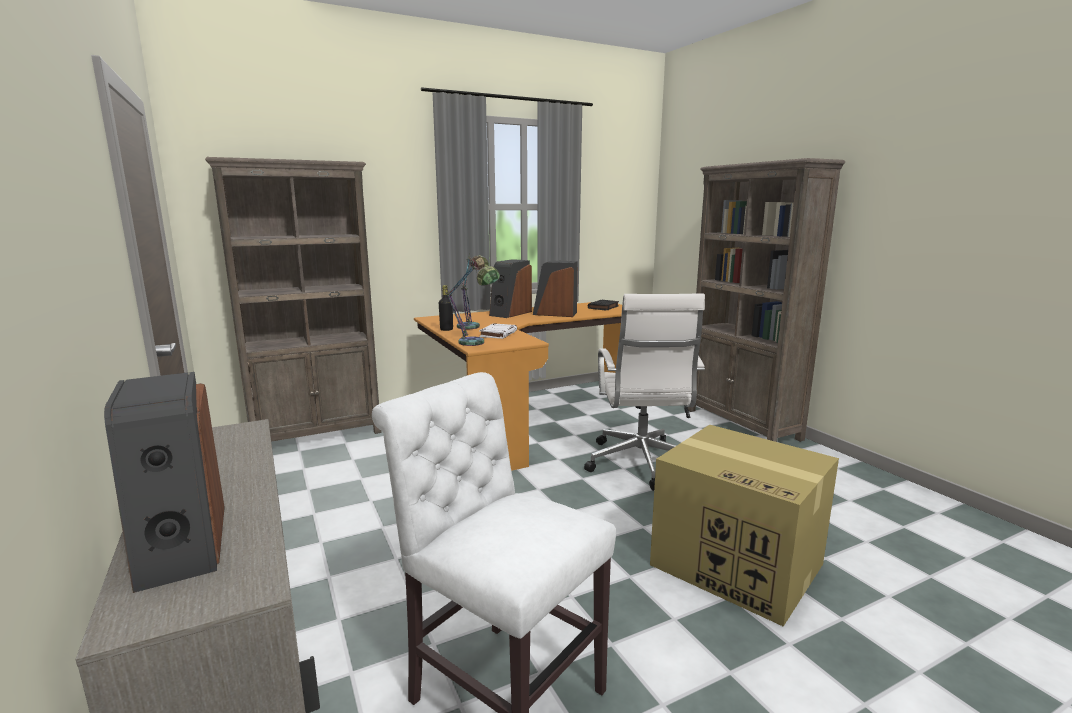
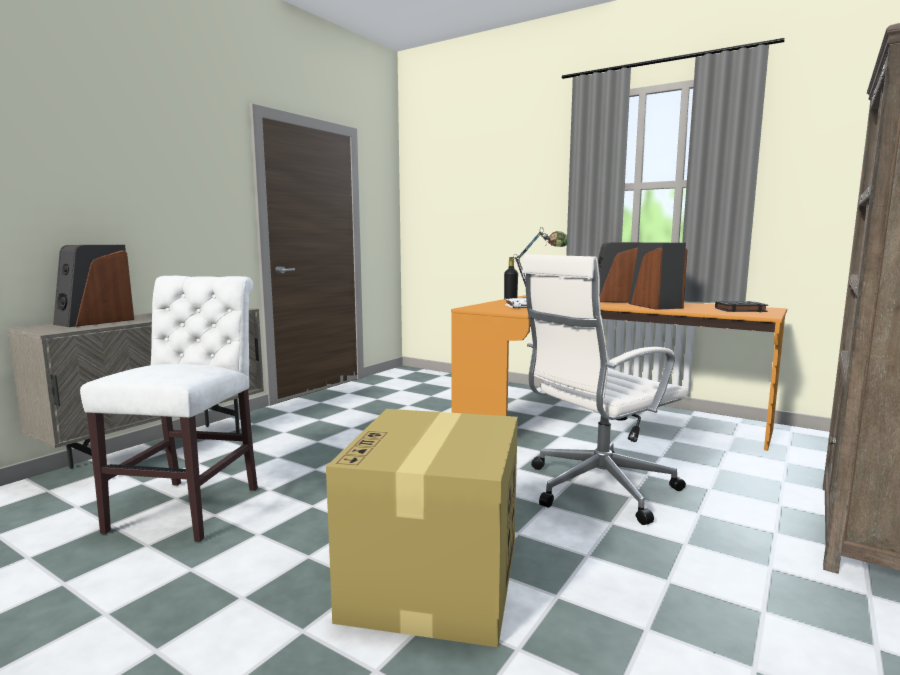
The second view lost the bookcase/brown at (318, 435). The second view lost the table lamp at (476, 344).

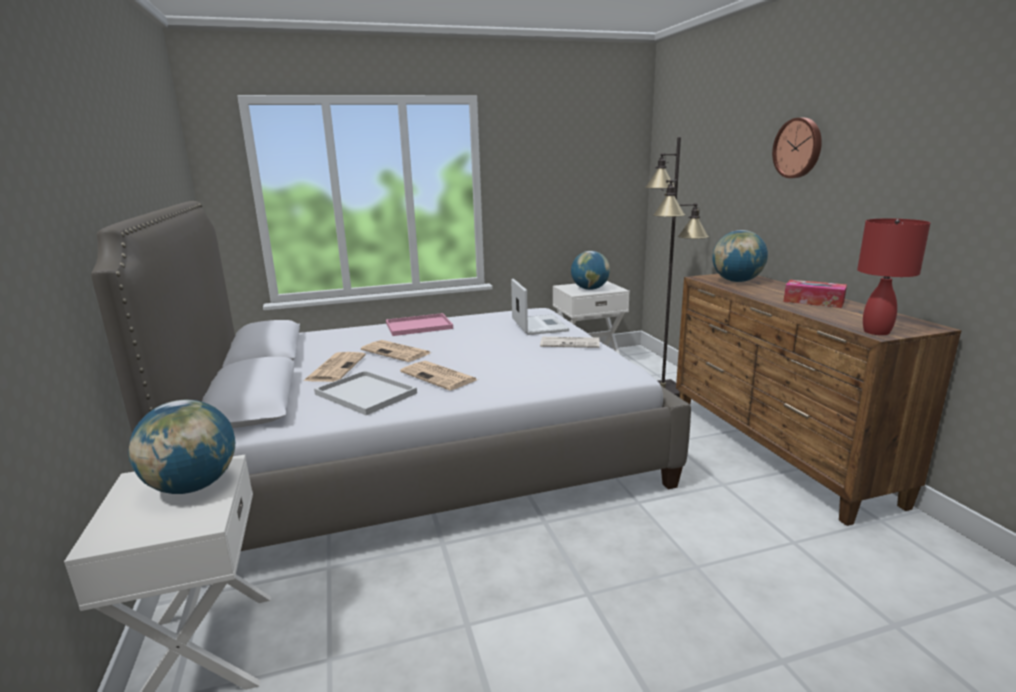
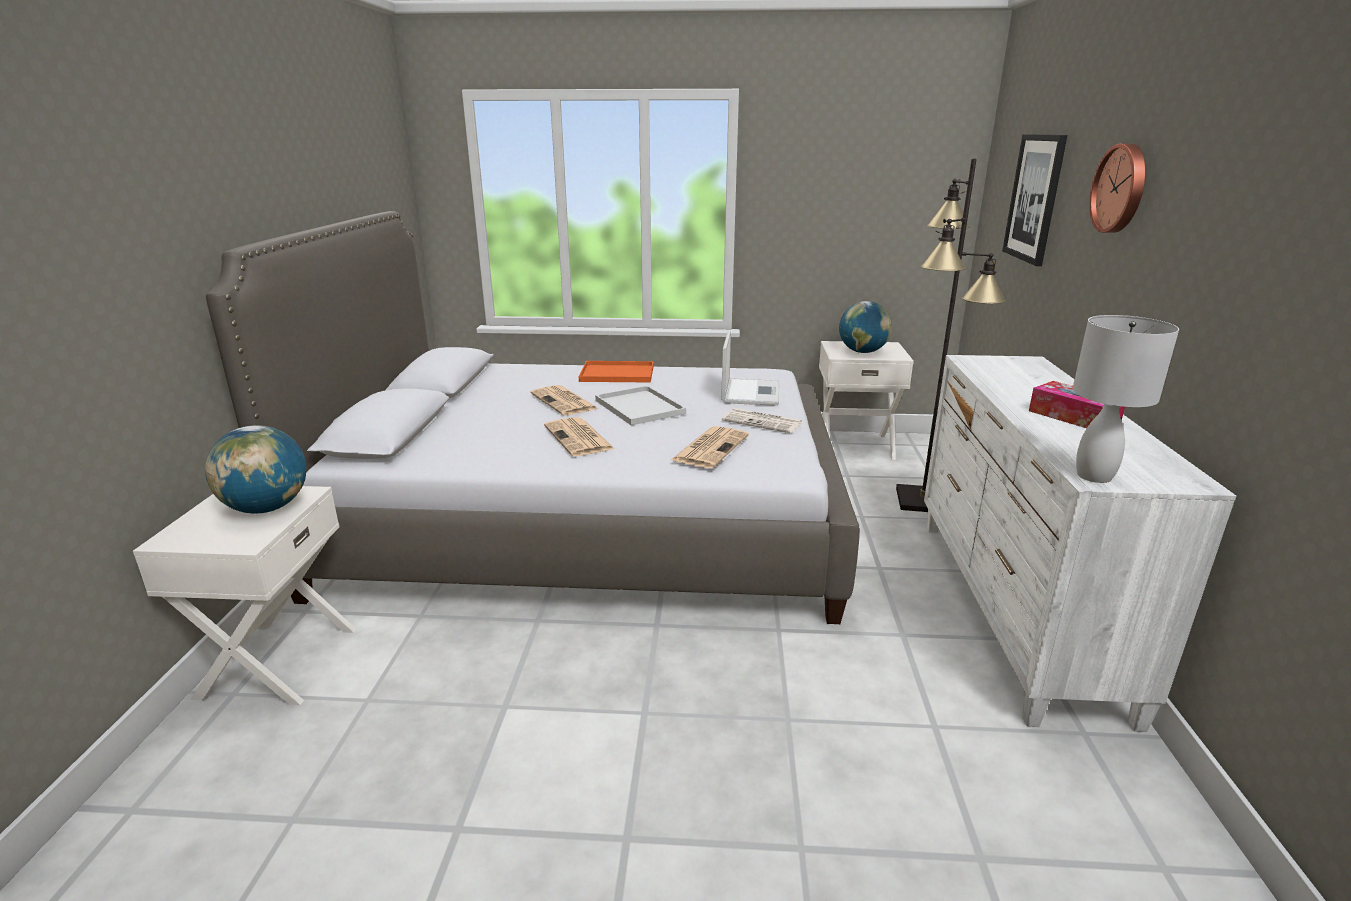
What was the tray/pink at (420, 325) turned into the tray/orange at (619, 373). The tray/white ended up elsewhere, having gone from (367, 394) to (641, 407). The newspaper ended up elsewhere, having gone from (335, 367) to (710, 447). What was the dresser/brown at (775, 451) turned into the dresser/white at (1012, 610). The second view gained the picture at (1034, 198). What was the table lamp/red at (875, 331) turned into the table lamp/white at (1093, 475). The second view lost the globe at (737, 281).

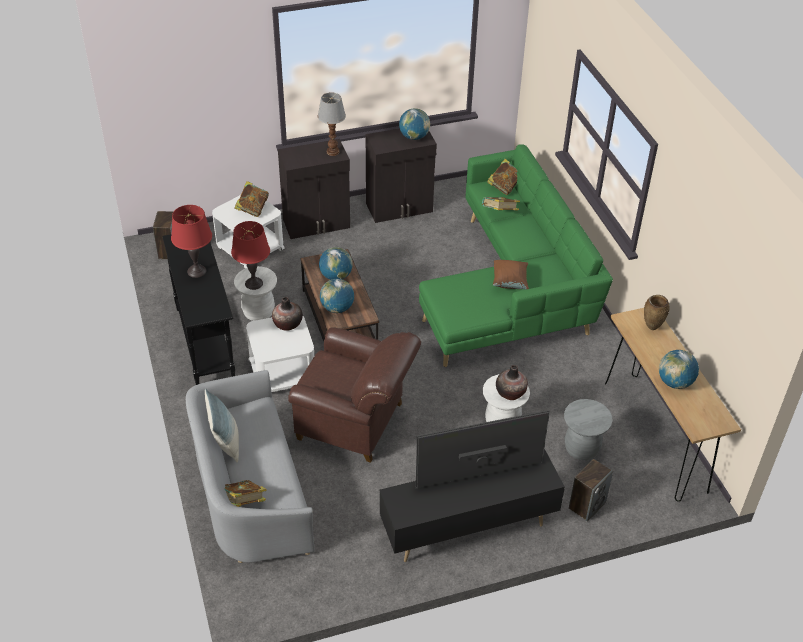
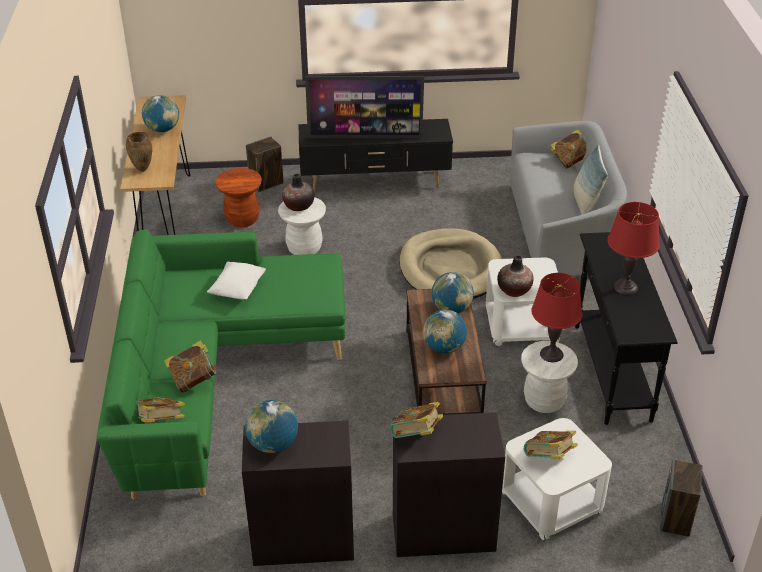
What was the pillow/brown at (509, 282) turned into the pillow/white at (238, 290). What was the stool/grey at (581, 448) turned into the stool/brown at (242, 219). Where the table lamp stood at (332, 152), the book came to stand at (416, 435). Where the armchair/brown stood at (355, 422), the dog bed/beige came to stand at (450, 269).

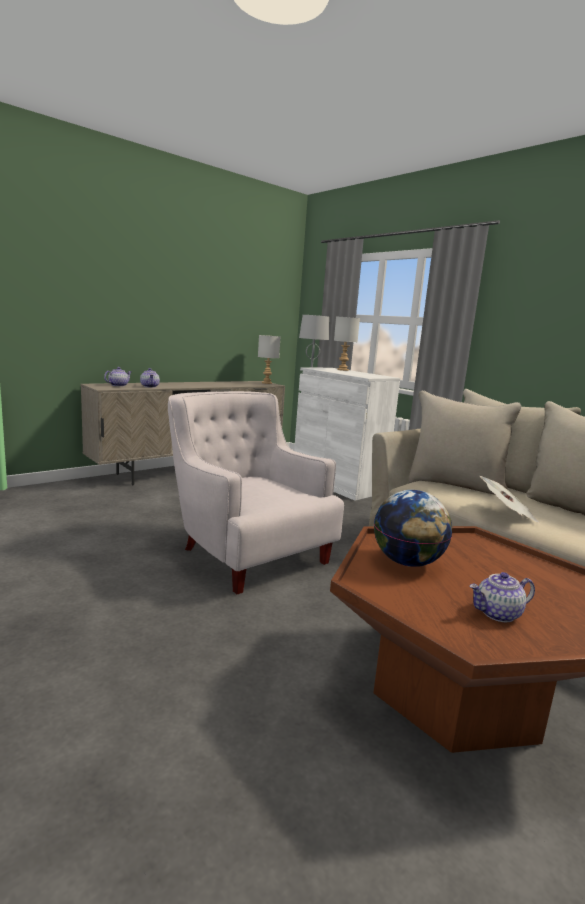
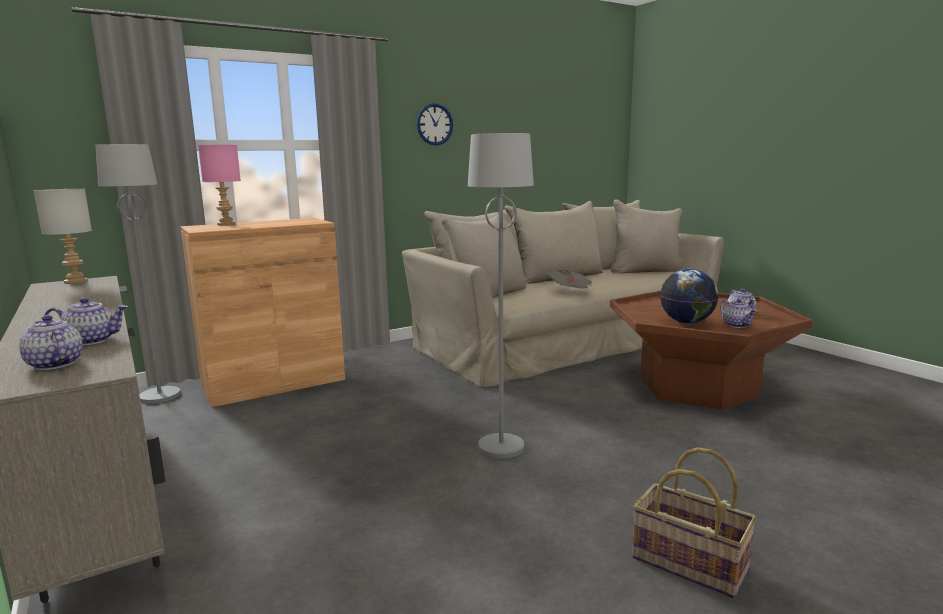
What was the cabinet/white at (337, 483) turned into the cabinet/brown at (274, 382). What was the table lamp/grey at (342, 370) turned into the table lamp/pink at (226, 224). The second view gained the wall clock at (434, 124). Where the armchair/white stood at (246, 551), the floor lamp/grey came to stand at (500, 447). The second view gained the basket at (688, 564). The second view gained the teapot at (737, 325).

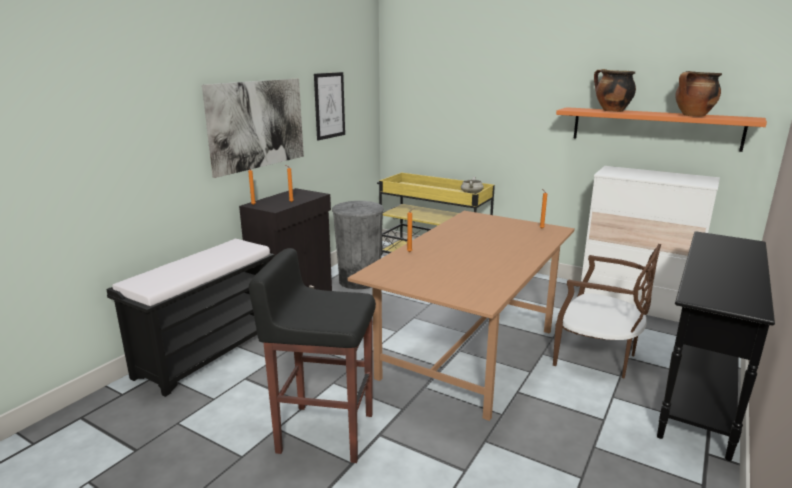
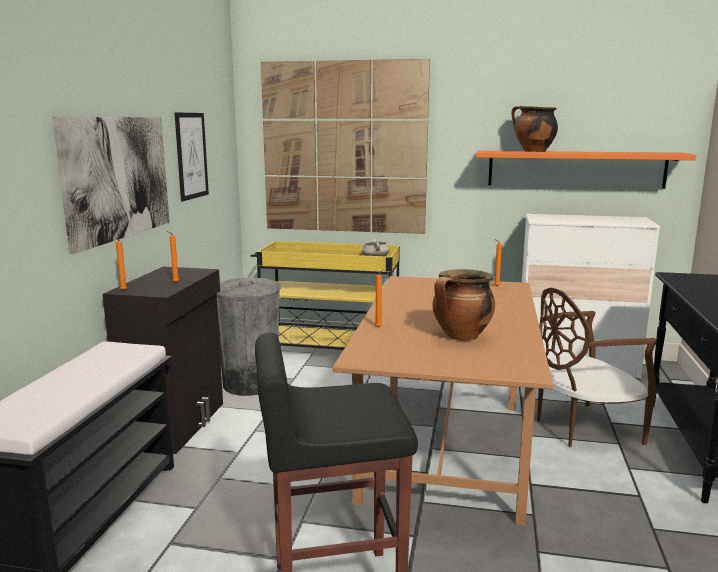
The second view gained the picture at (344, 148). The cooking pot ended up elsewhere, having gone from (693, 116) to (461, 337). The chair/brown at (597, 357) ended up facing another way, 150 degrees clockwise from before.

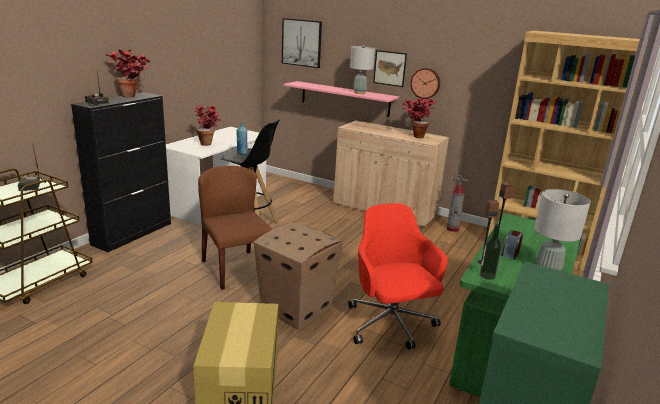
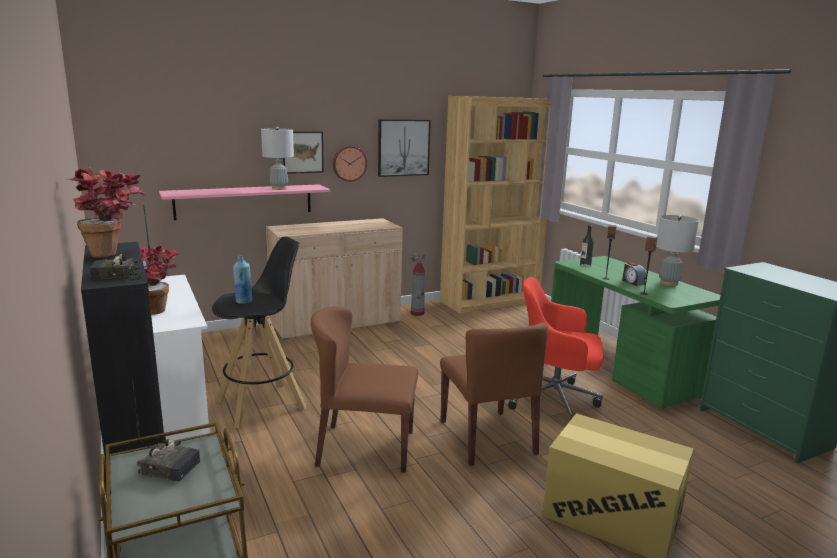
The picture ended up elsewhere, having gone from (302, 43) to (403, 147). Where the cardboard box stood at (295, 307), the chair/brown came to stand at (487, 437). The bottle ended up elsewhere, having gone from (487, 275) to (585, 265). The second view lost the potted plant at (415, 136).

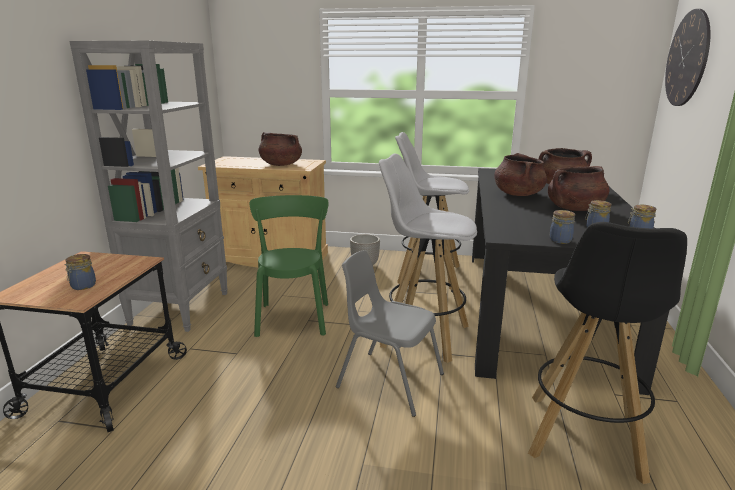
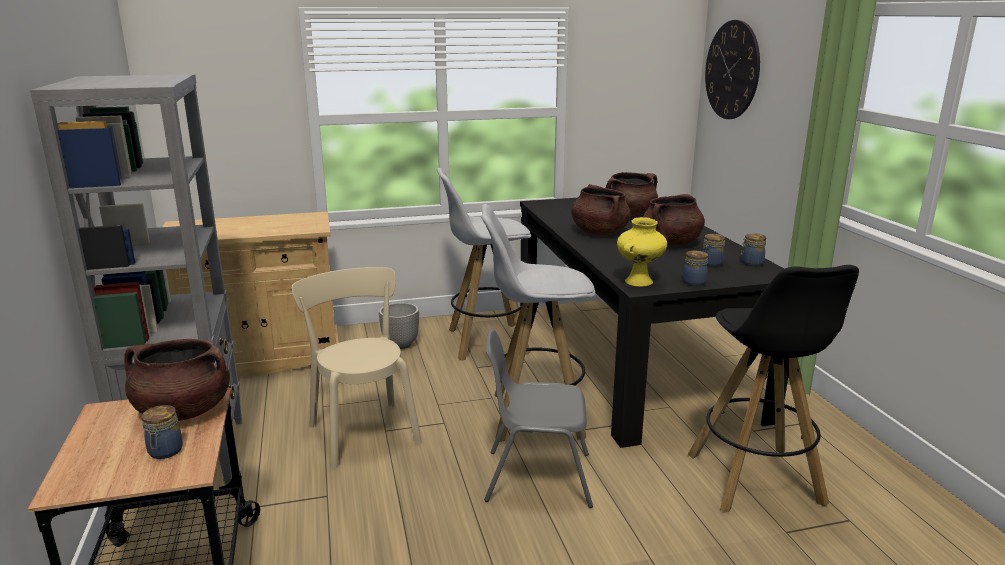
The cooking pot/brown ended up elsewhere, having gone from (280, 165) to (183, 411). What was the chair/green at (293, 317) turned into the chair/beige at (363, 431). The second view gained the vase/yellow at (639, 282).

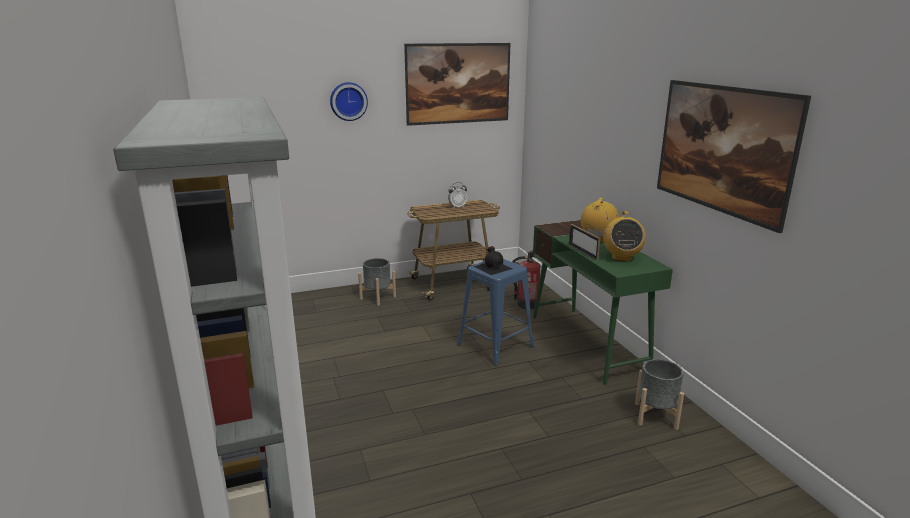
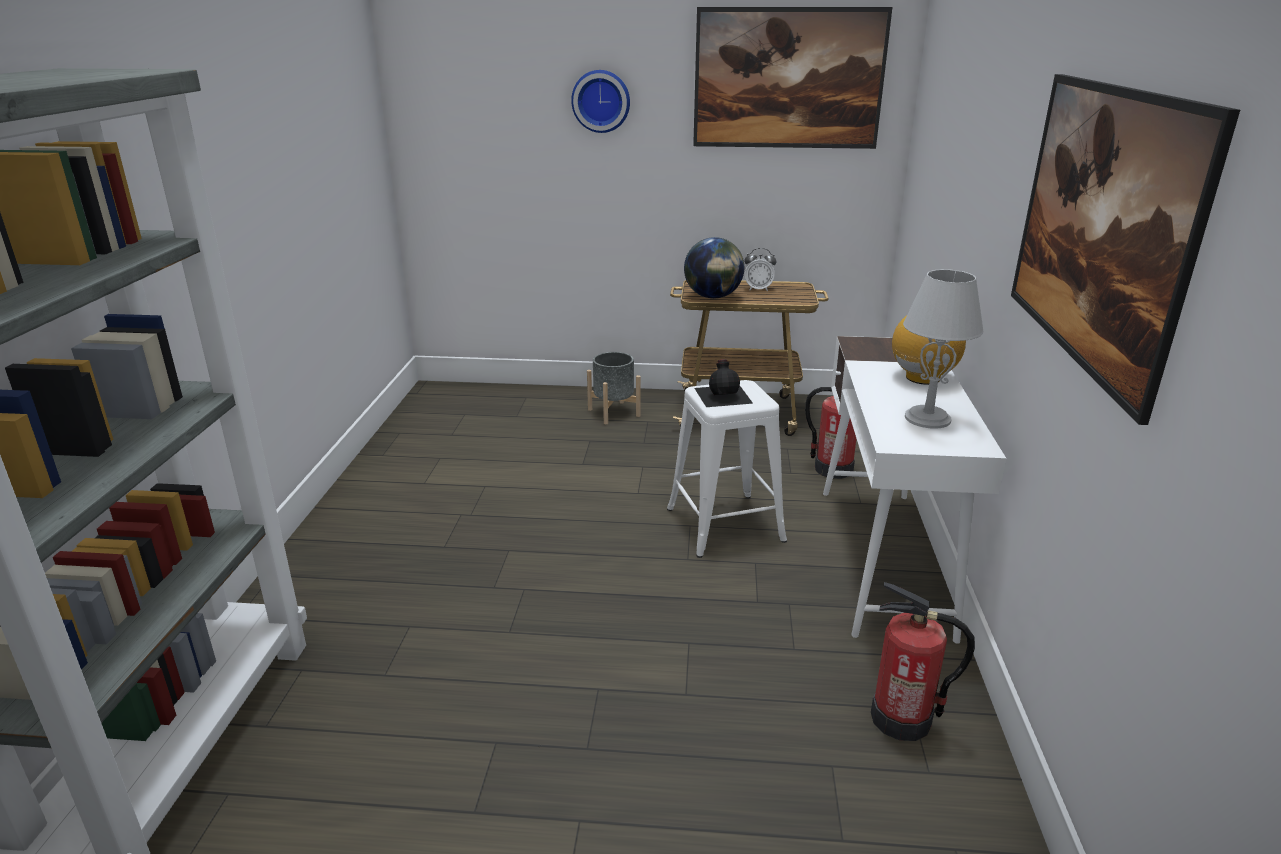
What was the stool/blue at (495, 345) turned into the stool/white at (725, 524). The second view gained the globe at (713, 297). What was the desk/green at (588, 343) turned into the desk/white at (882, 558). Where the planter/grey stood at (656, 416), the fire extinguisher came to stand at (902, 719). Where the radio stood at (621, 257), the table lamp/grey came to stand at (928, 418). The second view lost the picture frame at (583, 252).

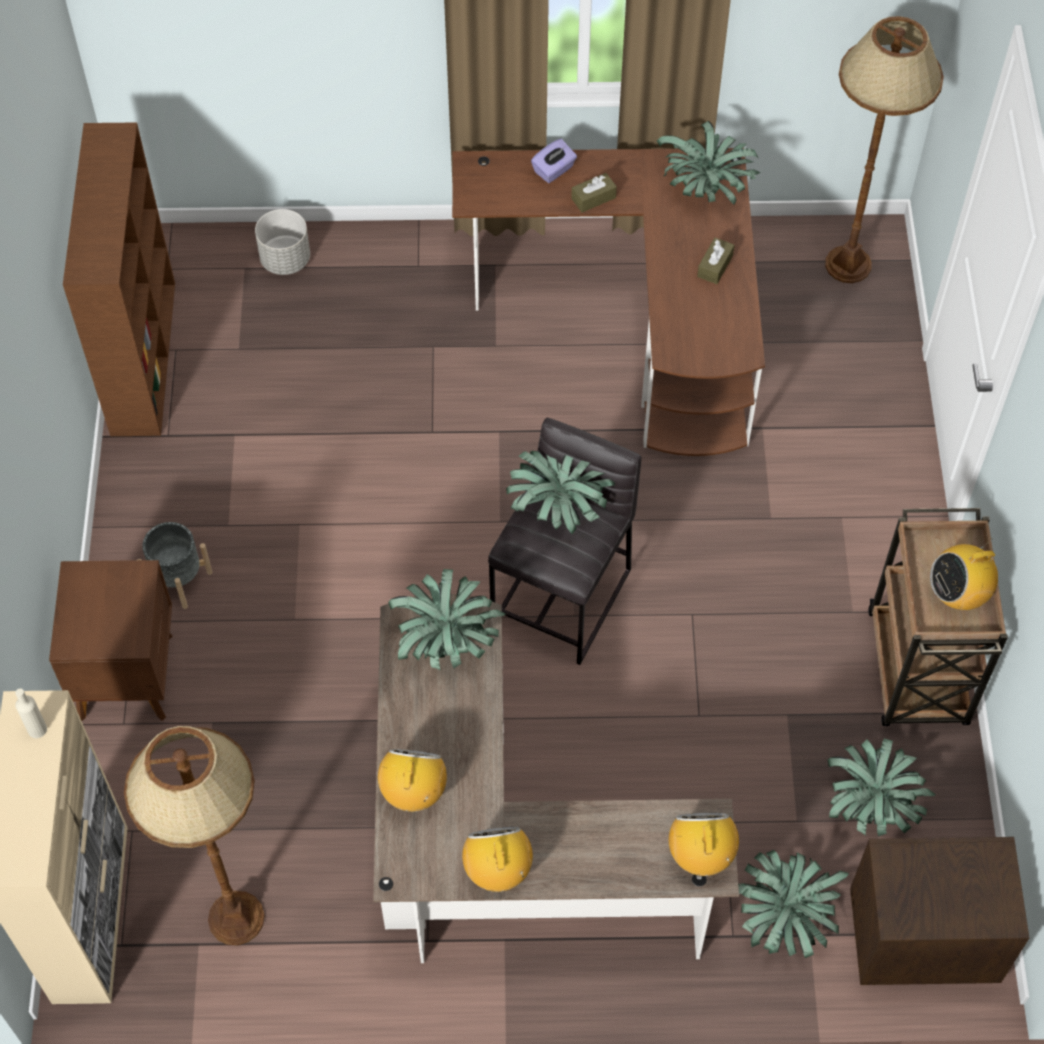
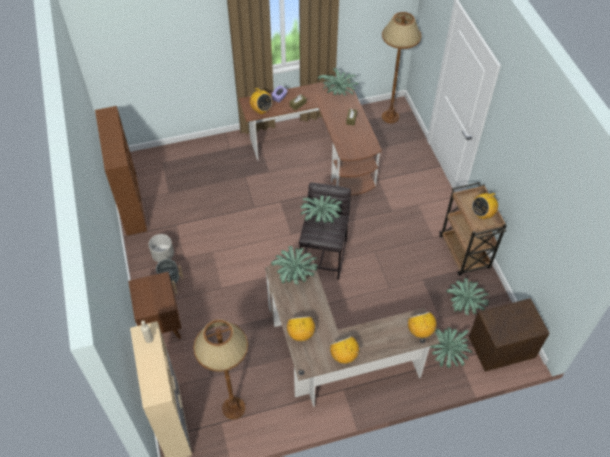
The planter/grey ended up elsewhere, having gone from (285, 259) to (163, 255). The second view gained the radio at (261, 110).

